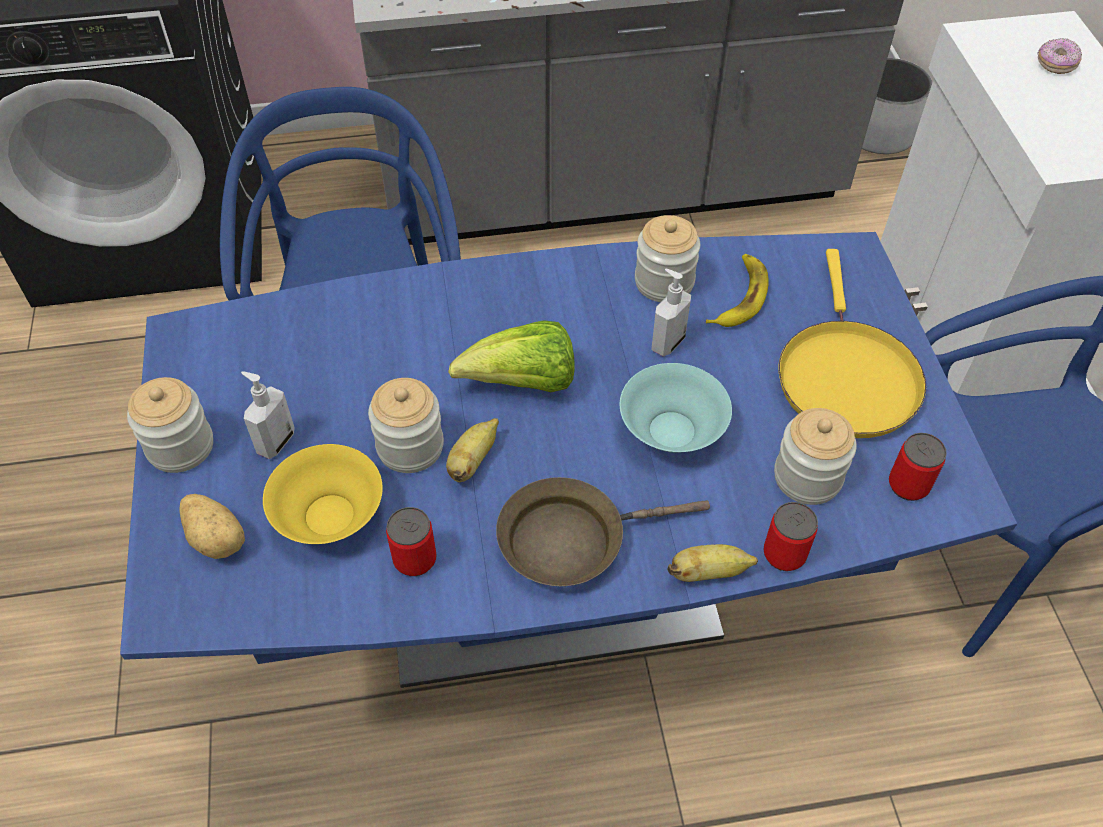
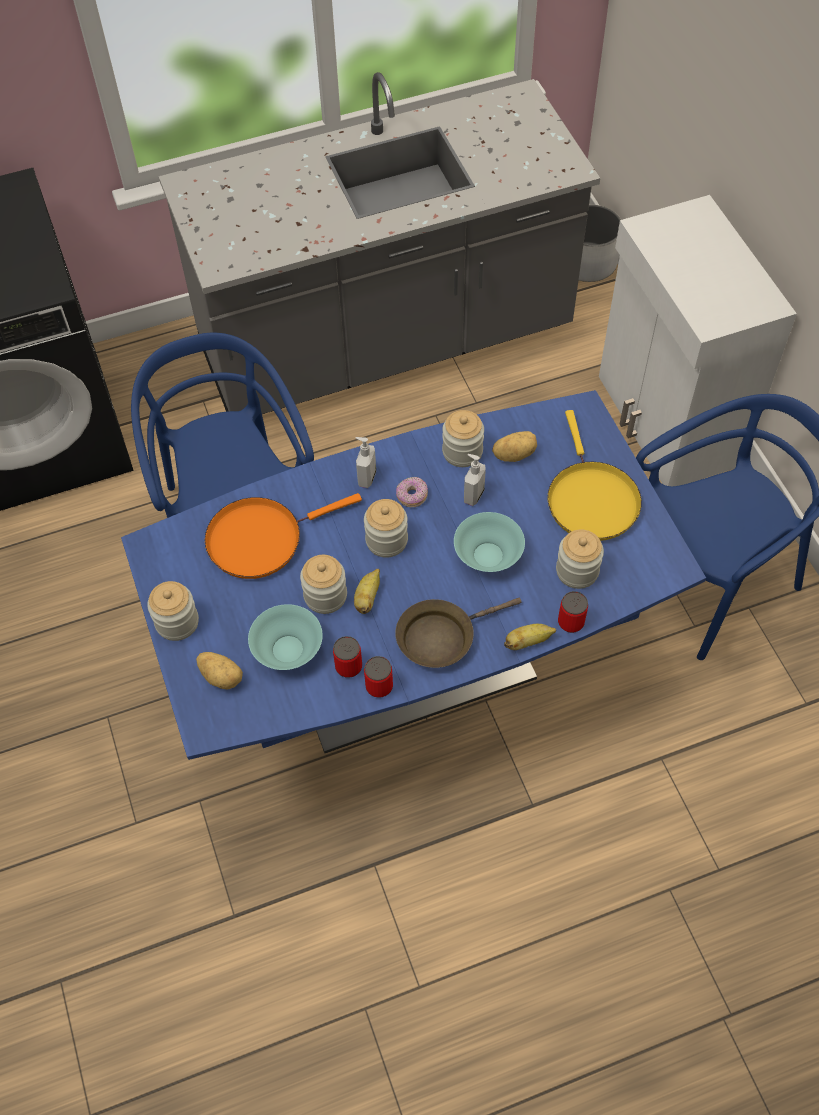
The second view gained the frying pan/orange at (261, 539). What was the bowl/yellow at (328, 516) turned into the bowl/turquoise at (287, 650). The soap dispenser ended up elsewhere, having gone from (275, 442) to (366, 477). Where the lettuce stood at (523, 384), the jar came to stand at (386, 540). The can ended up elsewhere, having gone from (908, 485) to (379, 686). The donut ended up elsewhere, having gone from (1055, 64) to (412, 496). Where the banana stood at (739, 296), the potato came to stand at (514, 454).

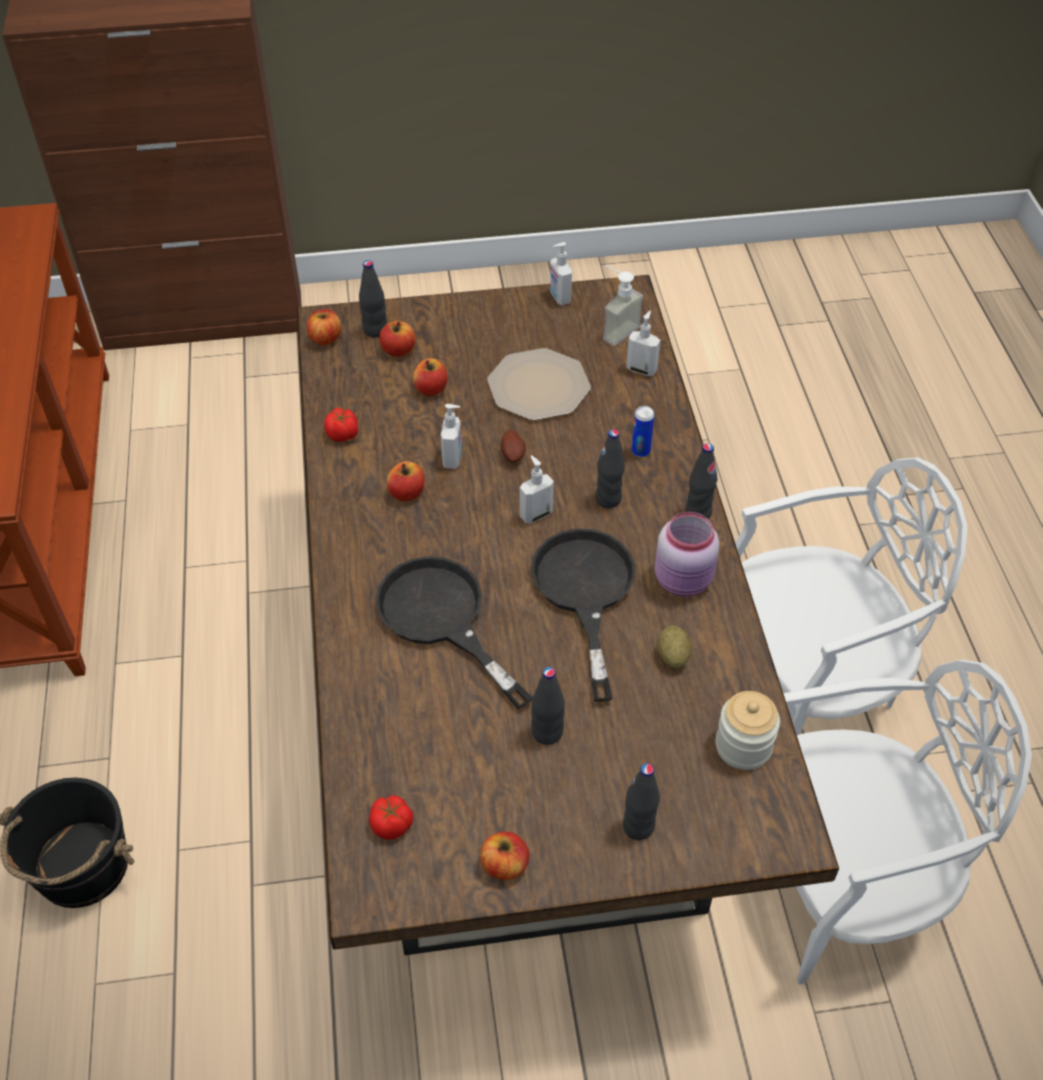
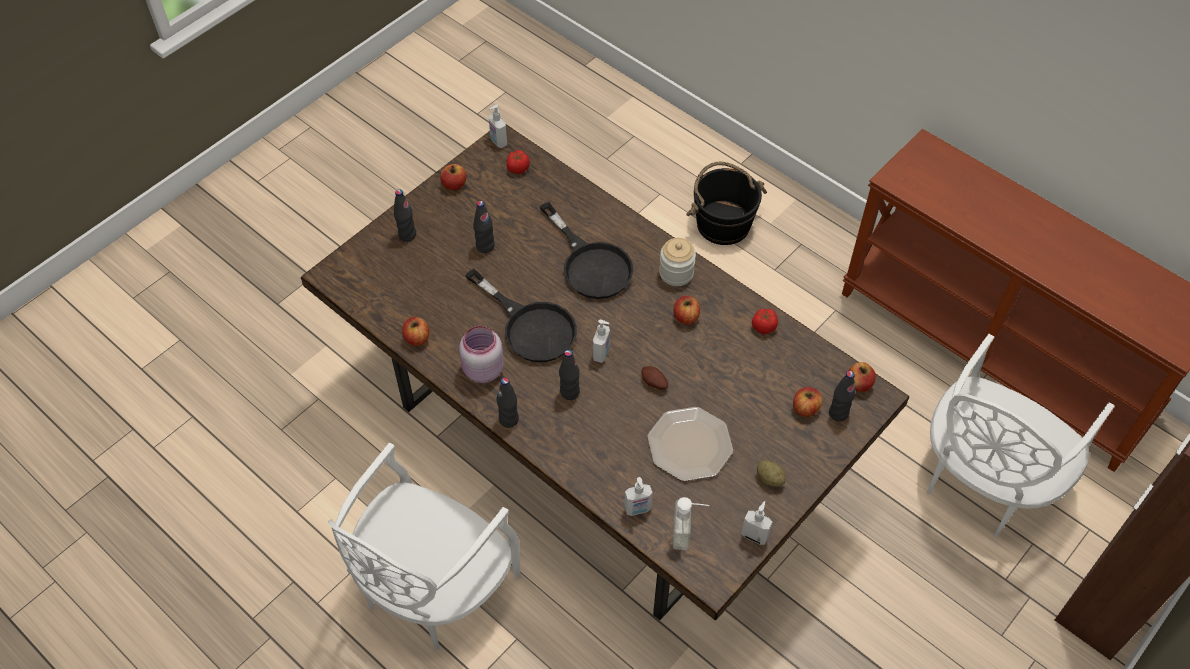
The apple ended up elsewhere, having gone from (431, 389) to (417, 338). The soap dispenser ended up elsewhere, having gone from (453, 459) to (498, 142). The frying pan/black at (441, 619) ended up facing another way, 45 degrees clockwise from before. The jar ended up elsewhere, having gone from (743, 746) to (676, 273). The potato ended up elsewhere, having gone from (673, 656) to (769, 479). The chair/white ended up elsewhere, having gone from (844, 881) to (984, 480). The second view lost the can at (640, 451).

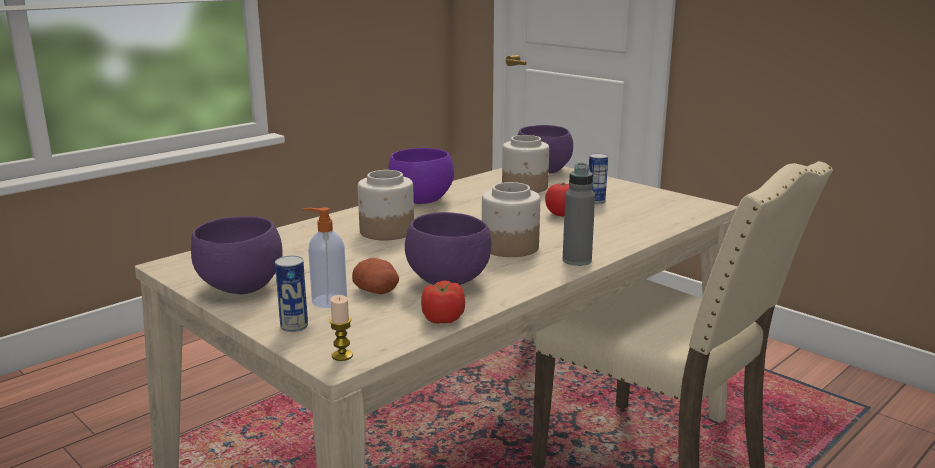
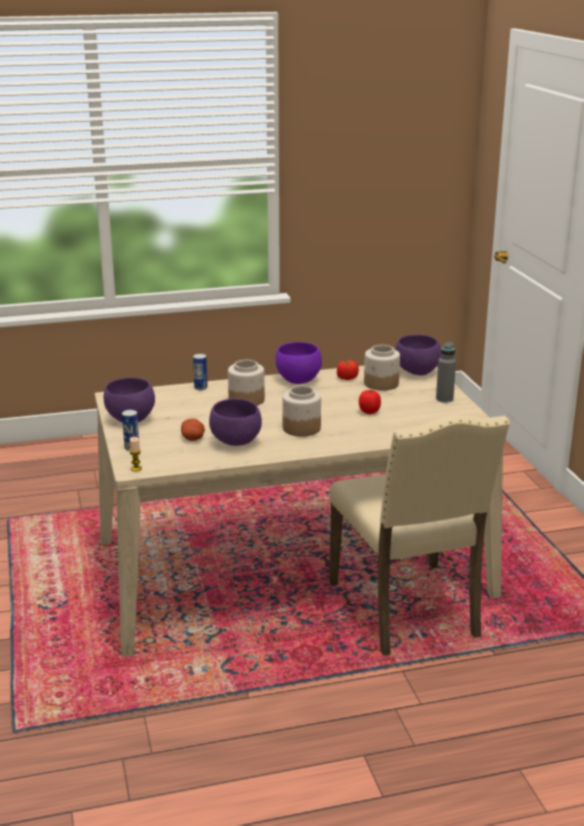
The can ended up elsewhere, having gone from (596, 202) to (200, 388). The tomato ended up elsewhere, having gone from (442, 319) to (347, 378). The bottle/grey ended up elsewhere, having gone from (577, 260) to (444, 399). The second view lost the soap dispenser at (328, 301).

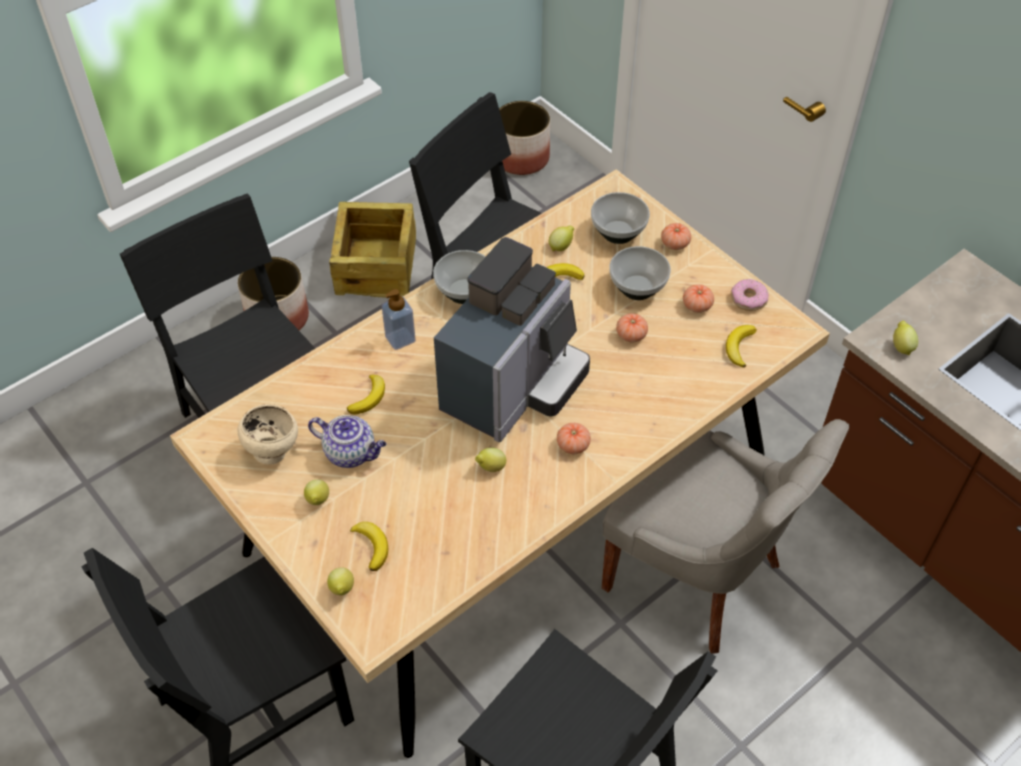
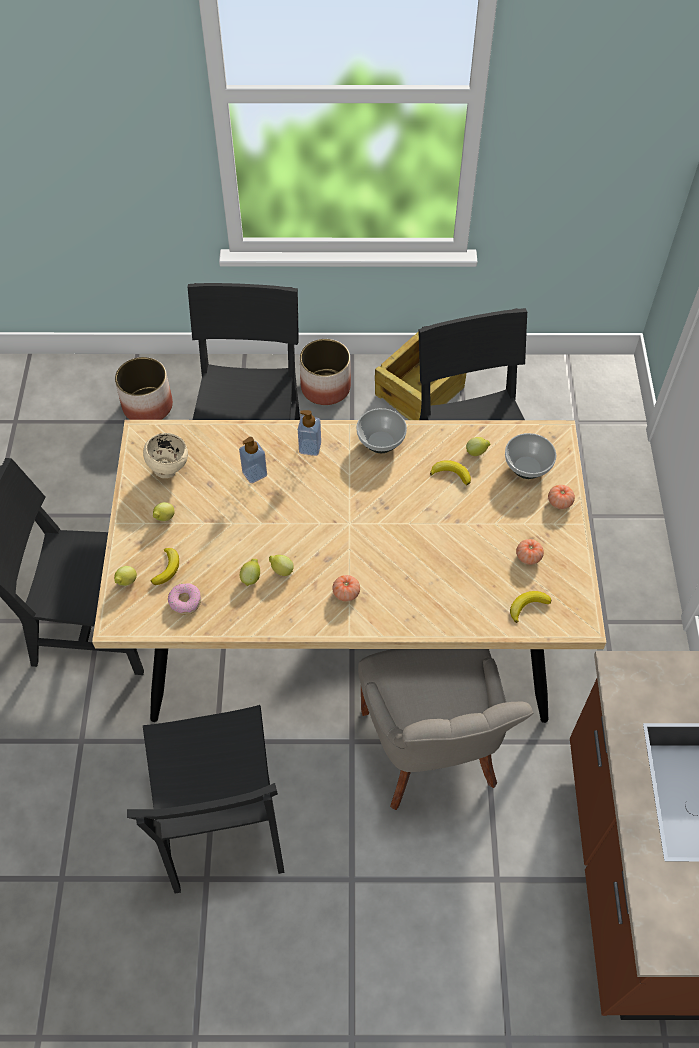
The planter ended up elsewhere, having gone from (521, 157) to (148, 405). The donut ended up elsewhere, having gone from (748, 299) to (185, 601). Where the banana stood at (369, 397), the soap dispenser came to stand at (254, 473). The lemon ended up elsewhere, having gone from (901, 346) to (251, 577). The second view lost the teapot at (351, 453). The second view lost the coffee machine at (514, 386). The second view lost the bowl at (638, 288). The second view lost the tomato at (631, 335).

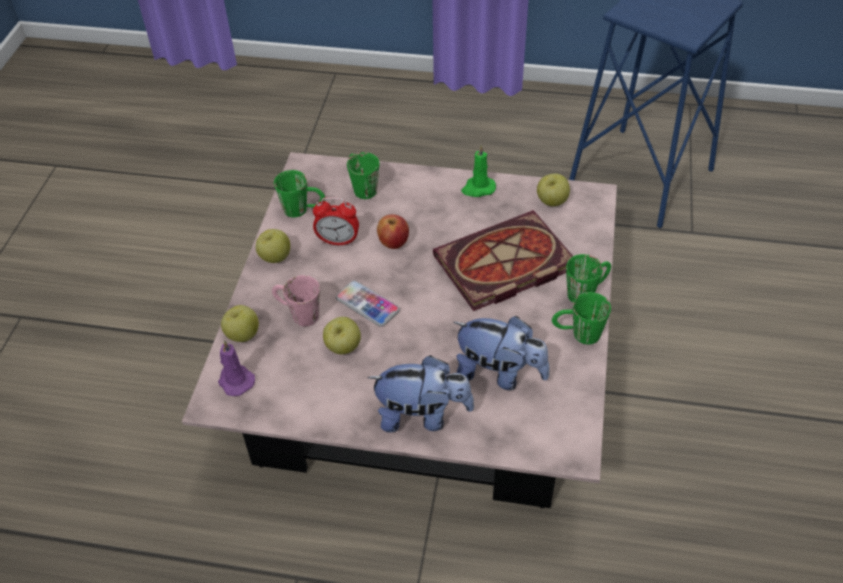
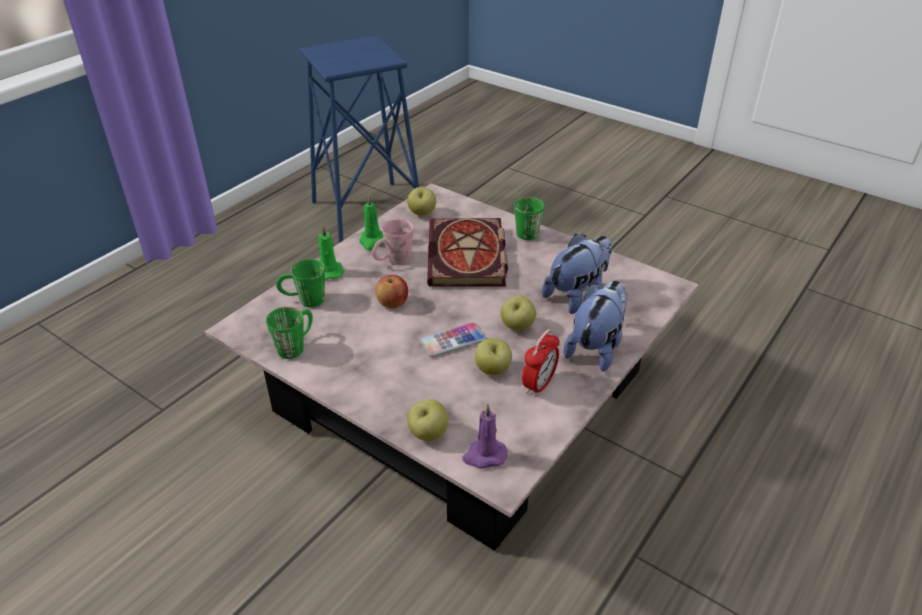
The second view gained the candle/green at (329, 271). The mug/pink ended up elsewhere, having gone from (298, 314) to (393, 261). The apple ended up elsewhere, having gone from (275, 257) to (517, 327). The alarm clock ended up elsewhere, having gone from (338, 241) to (539, 385). The second view lost the mug/green at (577, 334).

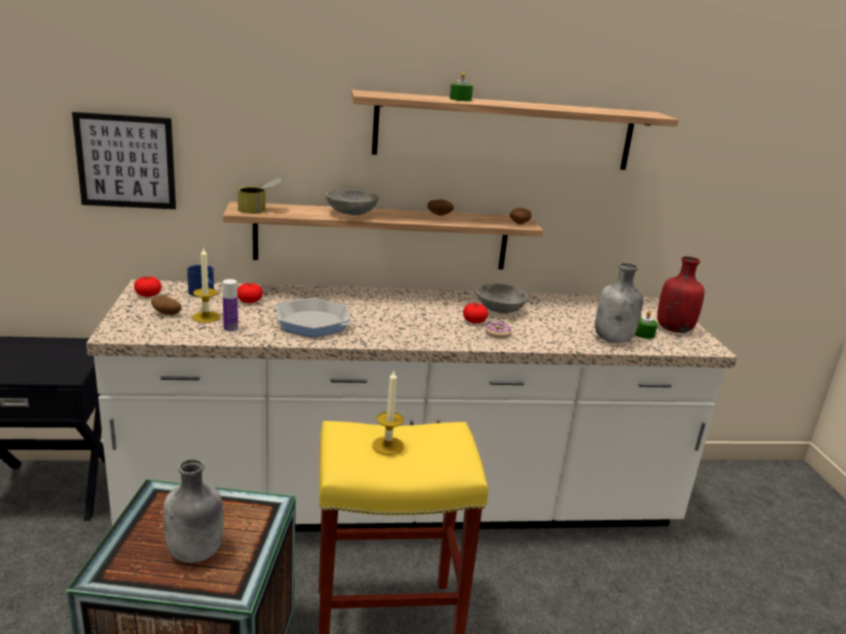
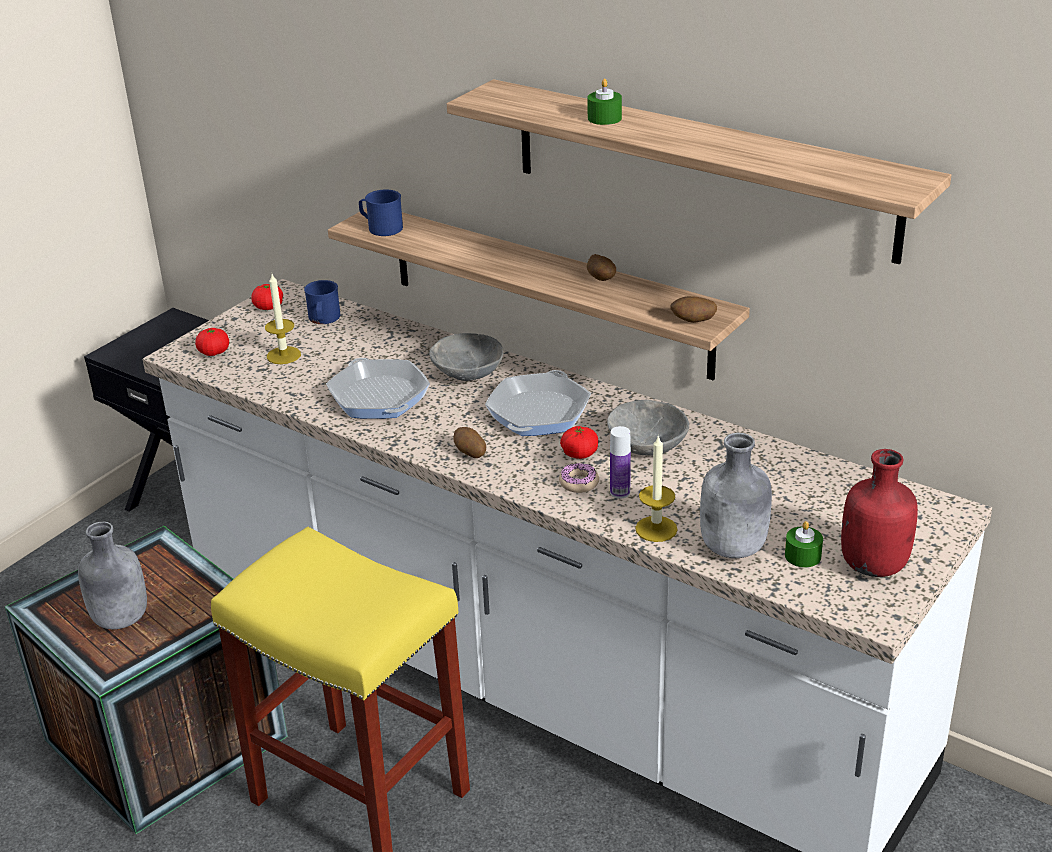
The tomato ended up elsewhere, having gone from (249, 301) to (214, 352). Where the can stood at (260, 210), the mug/blue came to stand at (381, 227). The bowl/grey ended up elsewhere, having gone from (350, 214) to (466, 374). The potato ended up elsewhere, having gone from (166, 314) to (470, 454). The second view gained the frying pan at (538, 412). The bottle ended up elsewhere, having gone from (230, 328) to (620, 492). The candle ended up elsewhere, having gone from (388, 445) to (656, 529). The second view lost the picture at (126, 161).

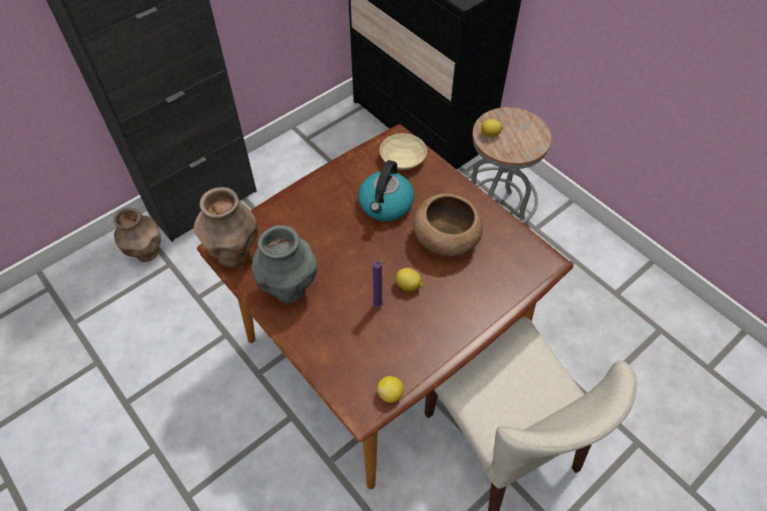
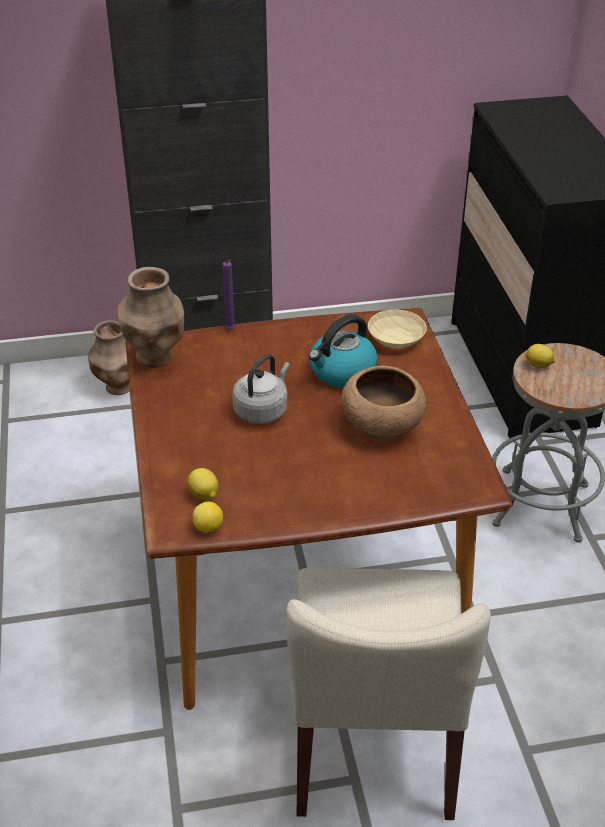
The lemon ended up elsewhere, having gone from (408, 286) to (204, 495). The candle/purple ended up elsewhere, having gone from (379, 306) to (231, 330). The second view gained the kettle/grey at (262, 410). The second view lost the vase/grey at (289, 290).

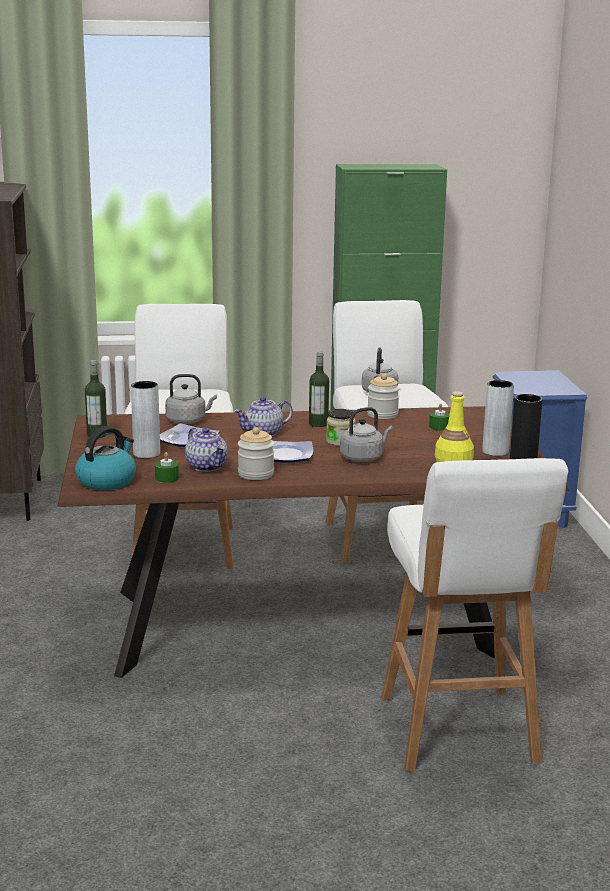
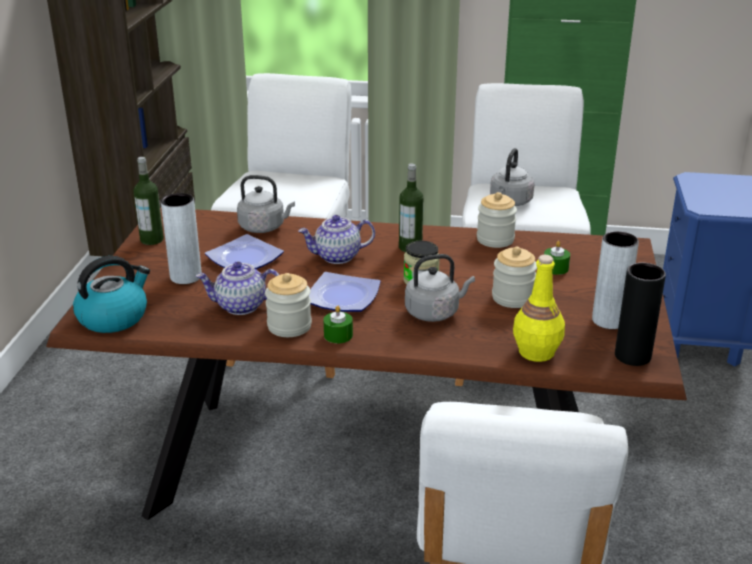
The teapot at (207, 466) ended up facing another way, 105 degrees clockwise from before. The candle/green ended up elsewhere, having gone from (166, 478) to (338, 335). The second view gained the jar at (512, 298).

